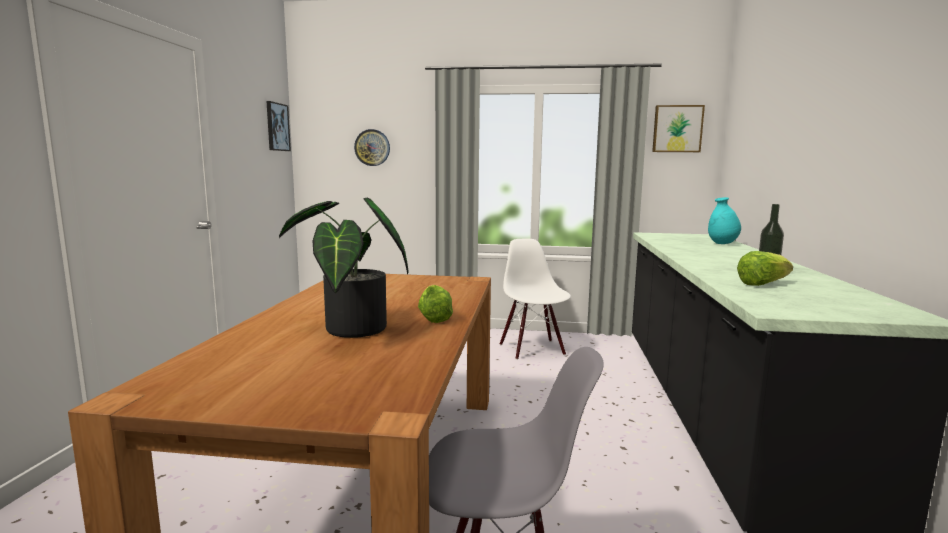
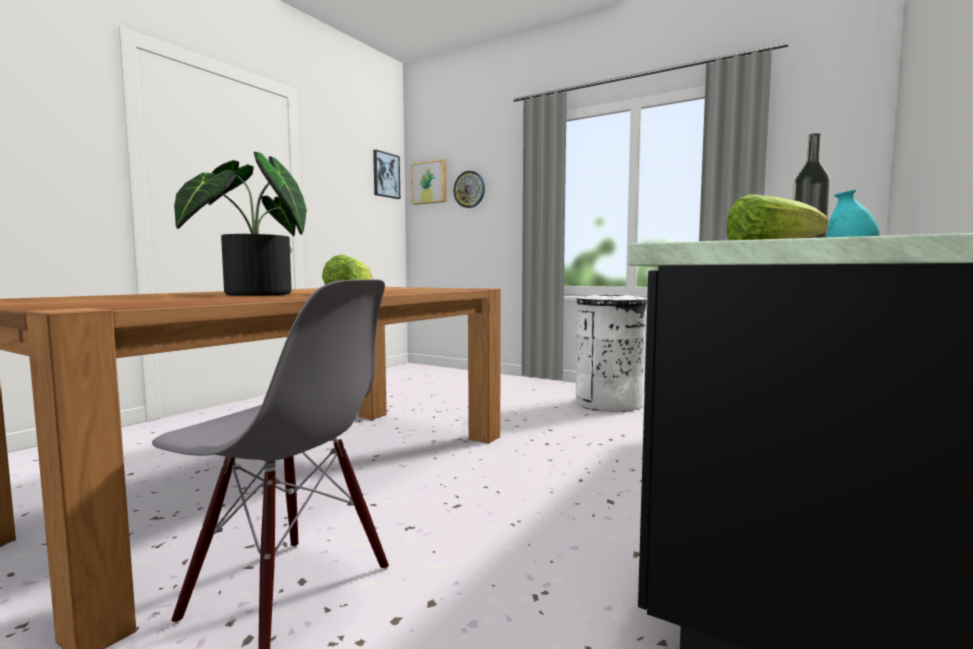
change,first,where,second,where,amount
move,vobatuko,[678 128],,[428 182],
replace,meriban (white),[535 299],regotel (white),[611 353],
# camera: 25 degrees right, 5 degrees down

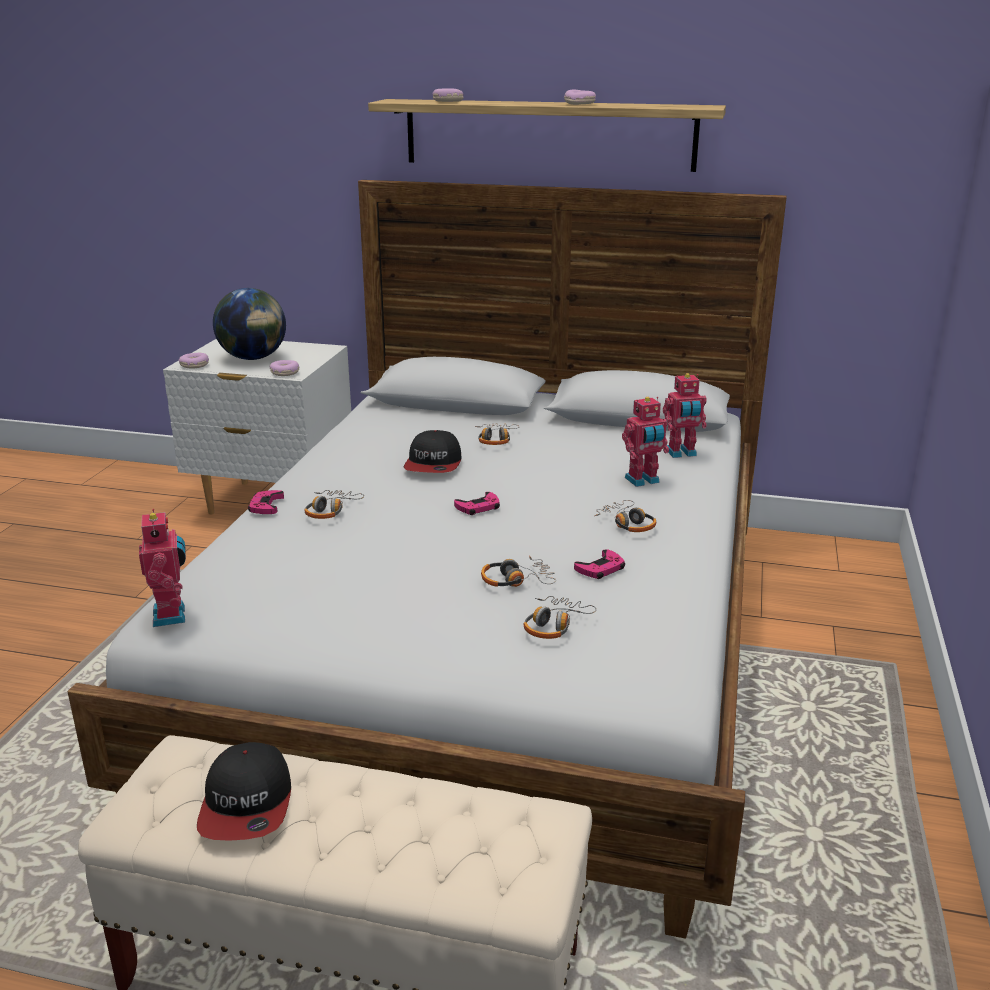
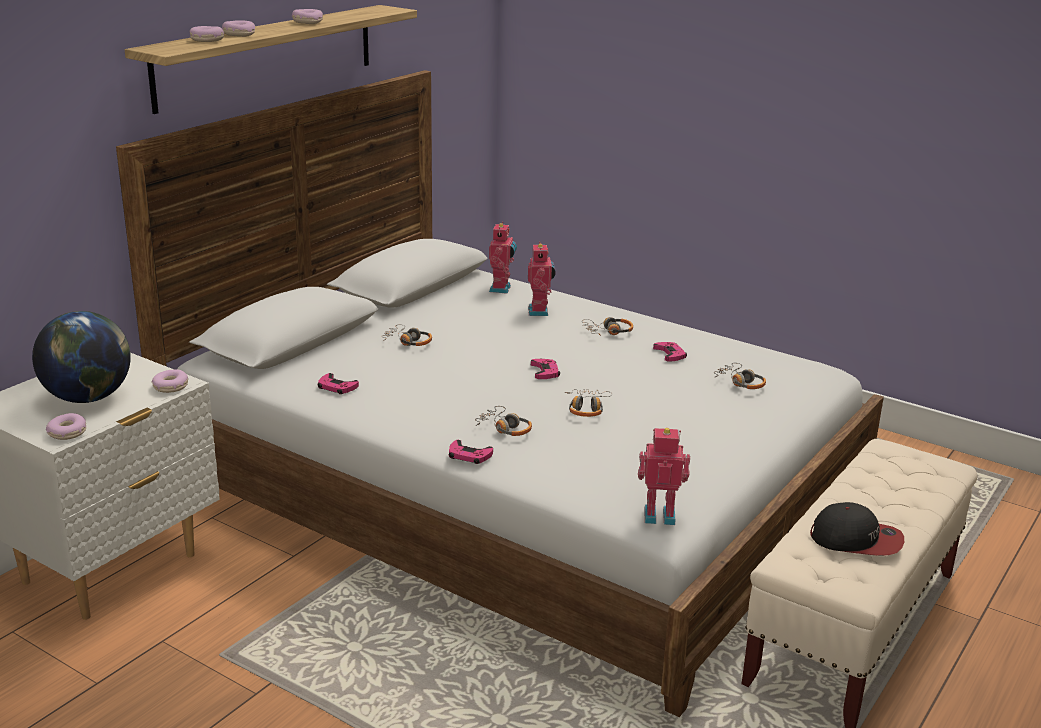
change,first,where,second,where,amount
insert,,,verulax,[238 28],
insert,,,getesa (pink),[338 383],
move,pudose,[518 571],,[588 403],
delete,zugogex,[432 451],,,
# camera: 70 degrees left, 0 degrees up

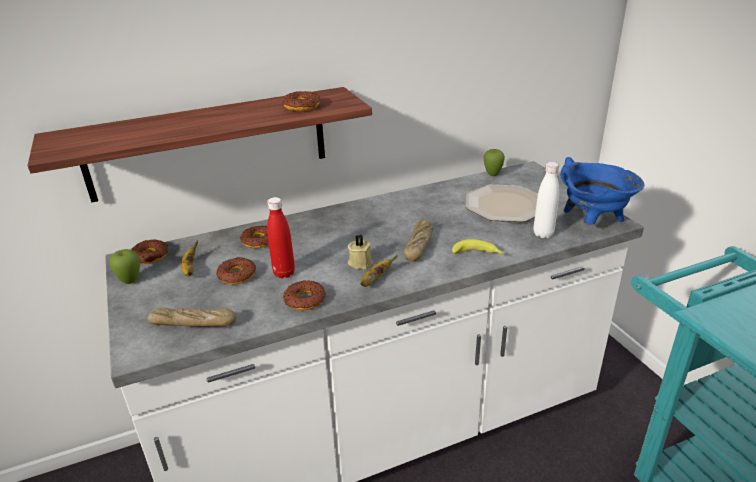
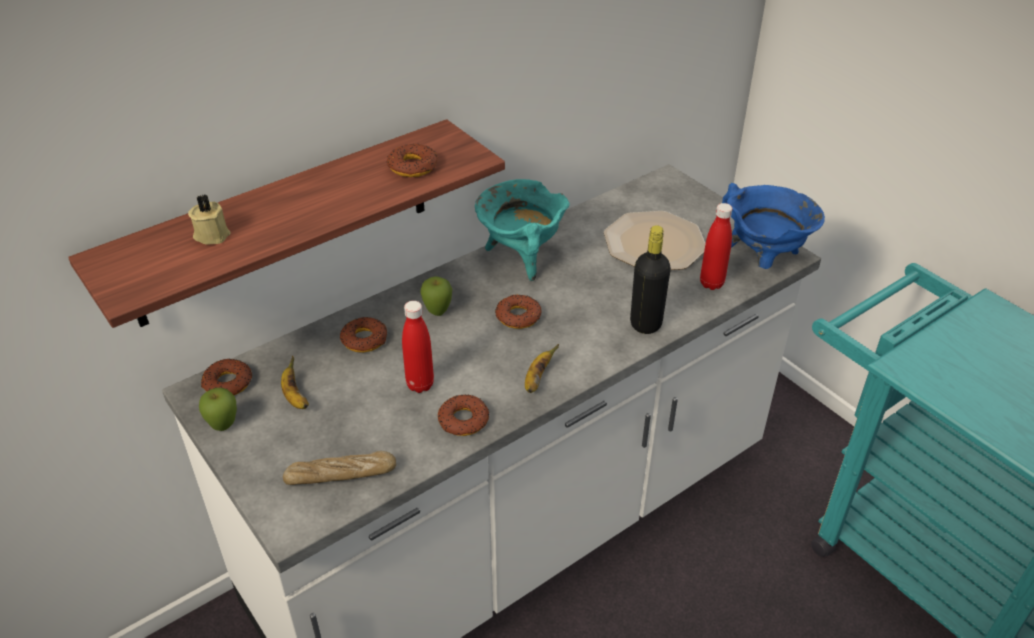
change,first,where,second,where,amount
move,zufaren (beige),[360 252],,[209 219],
move,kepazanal,[494 162],,[436 296],
insert,,,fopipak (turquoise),[522 230],
move,verulax,[236 270],,[518 312],
replace,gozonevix,[478 247],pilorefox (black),[650 279],
recolor,pilorefox (white),[546 200],pilorefox (red),[716 246],
delete,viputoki,[418 240],,,
# camera: 15 degrees left, 10 degrees up

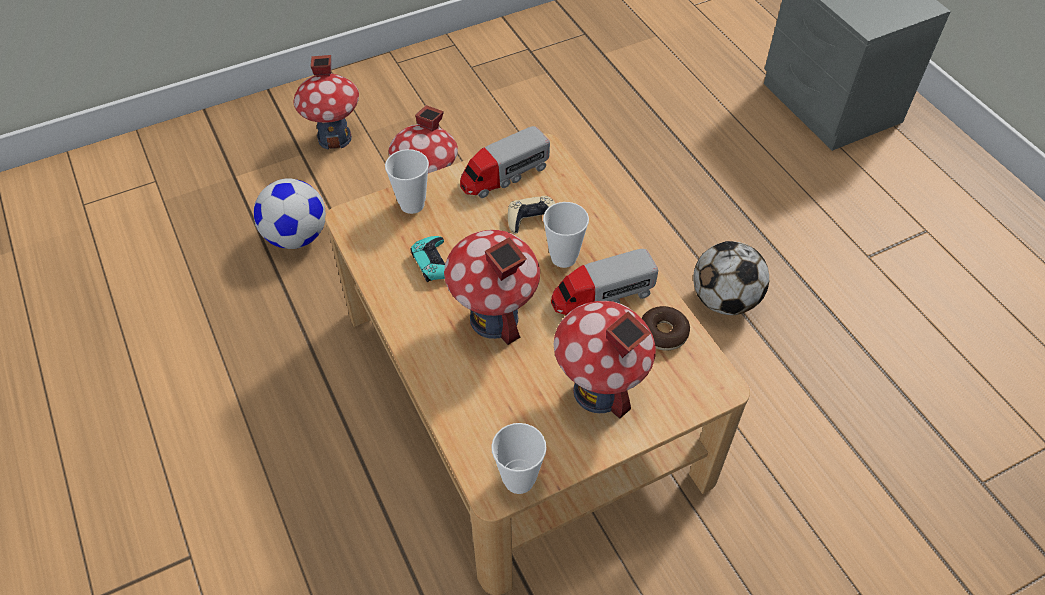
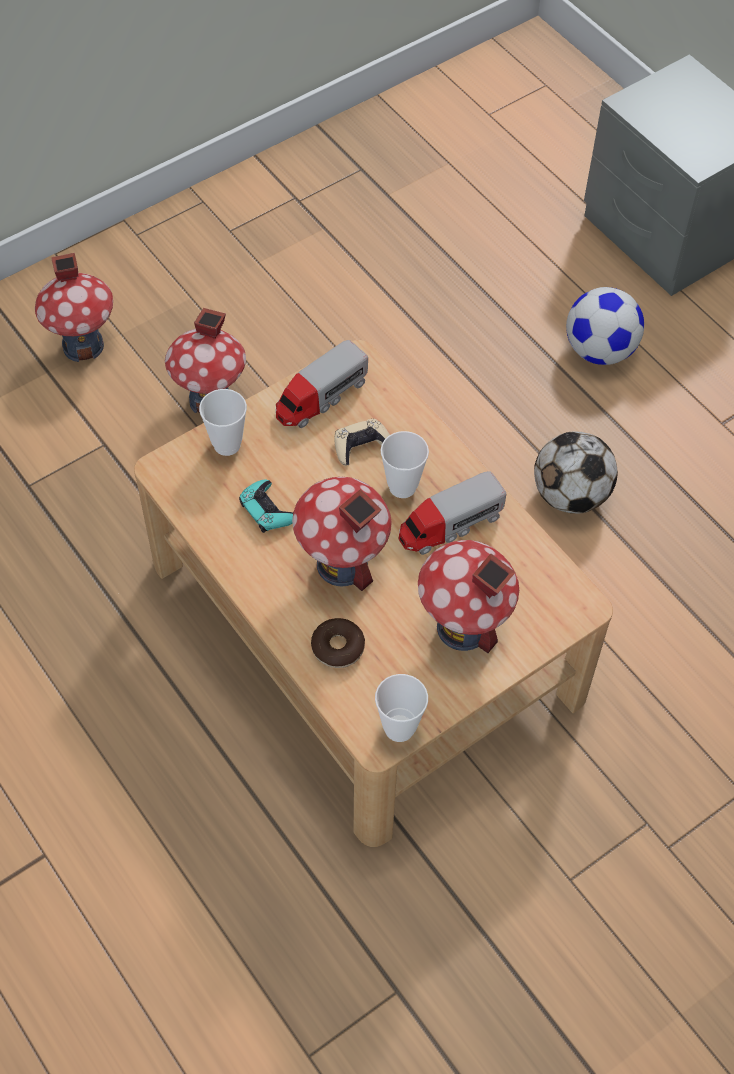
change,first,where,second,where,amount
move,verulax,[666 328],,[338 643],
move,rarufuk,[290 213],,[605 326],
# camera: 10 degrees left, 5 degrees up

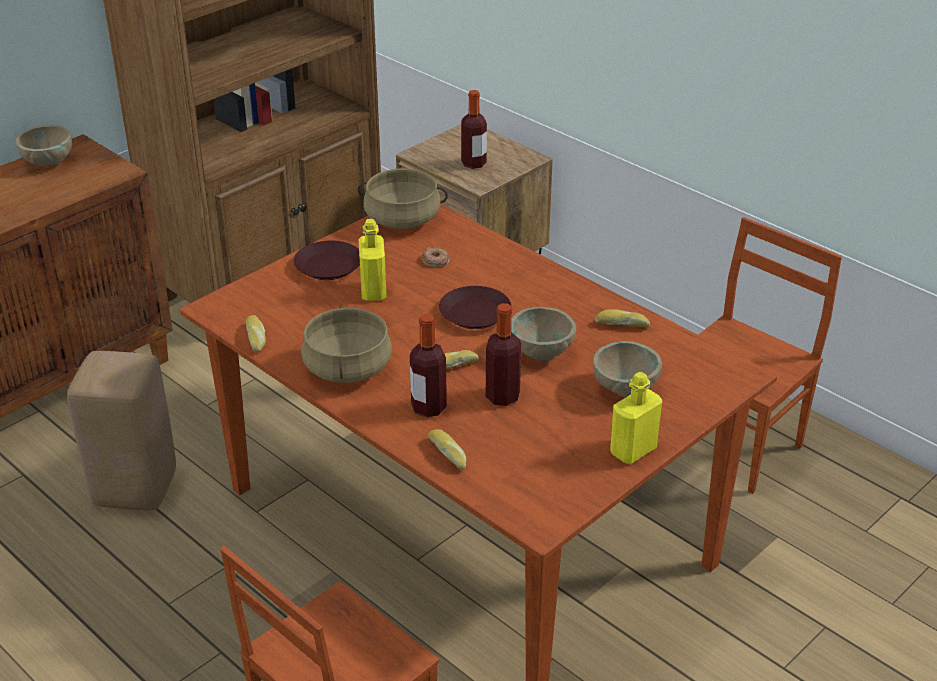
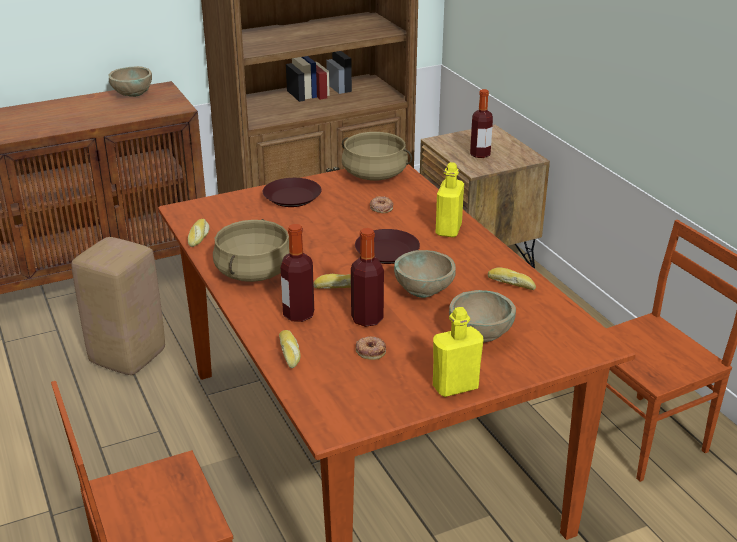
change,first,where,second,where,amount
insert,,,verulax,[371 348],
move,pilorefox (yellow),[373 260],,[450 199],
# camera: 20 degrees right, 5 degrees down

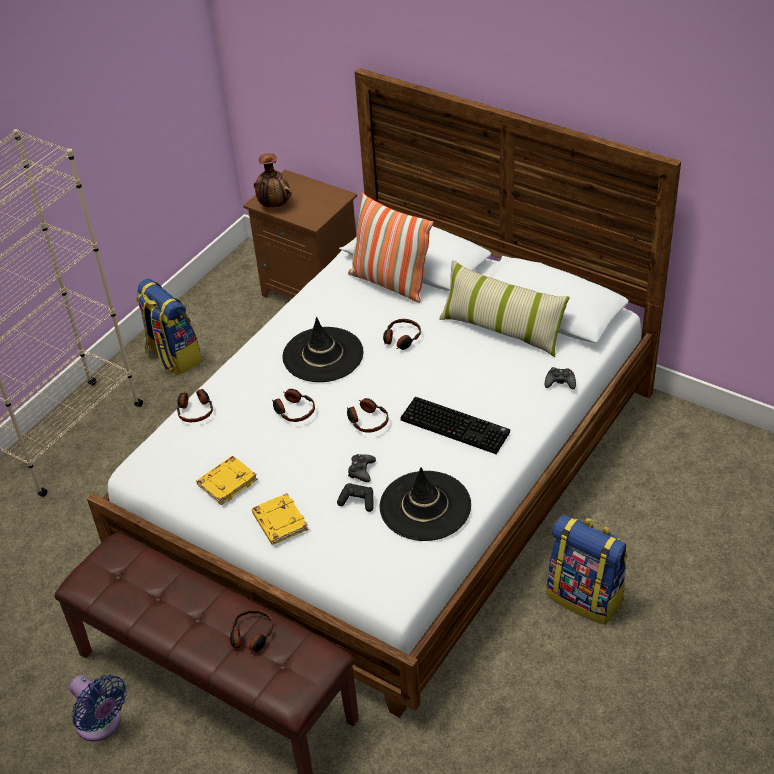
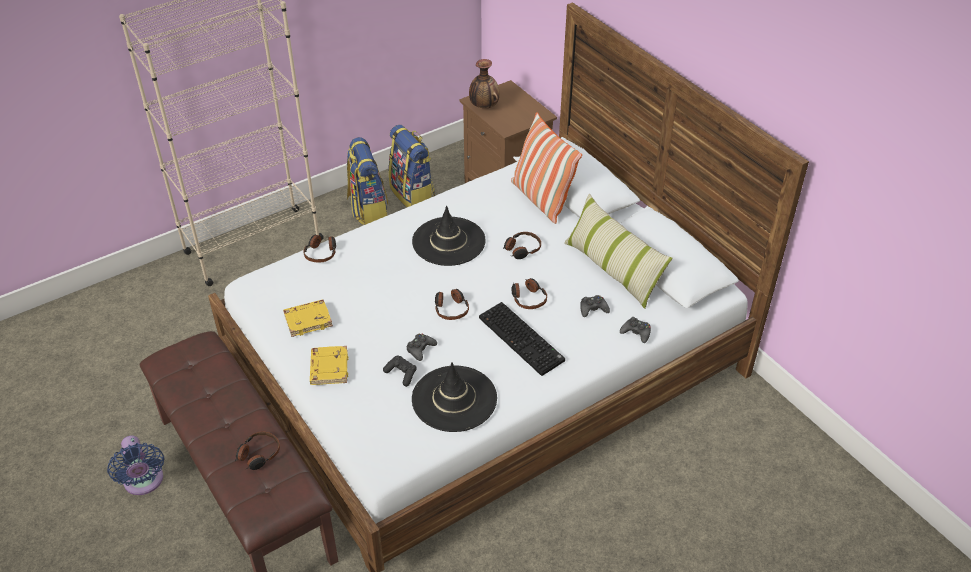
change,first,where,second,where,amount
move,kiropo,[587 570],,[411 166],
move,pudose,[293 405],,[529 293],
insert,,,getesa (black),[595 306],
# camera: 20 degrees right, 0 degrees up

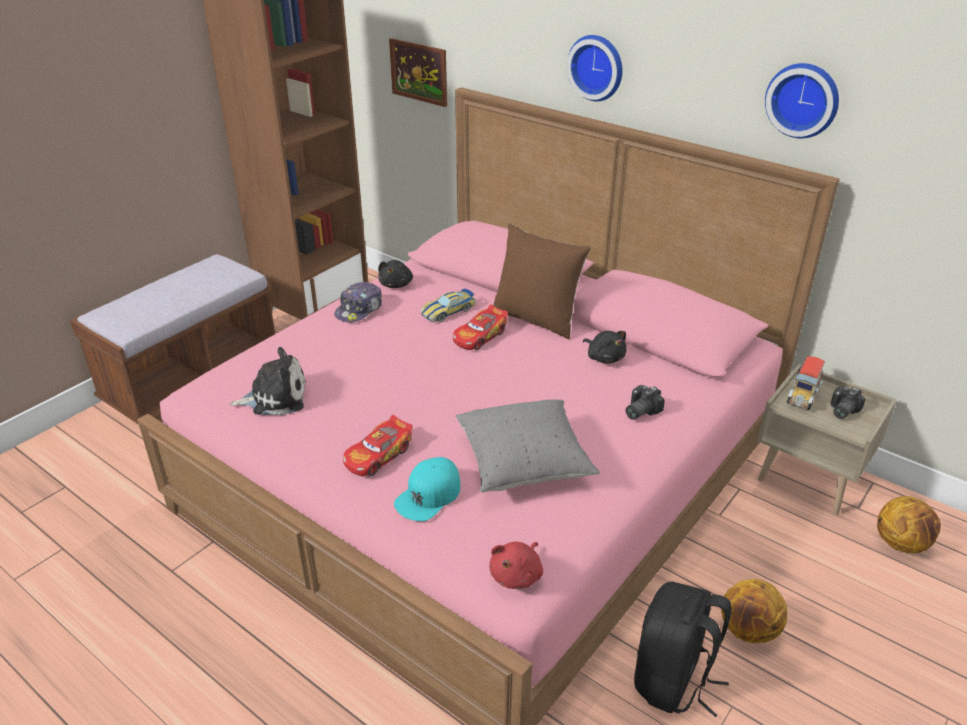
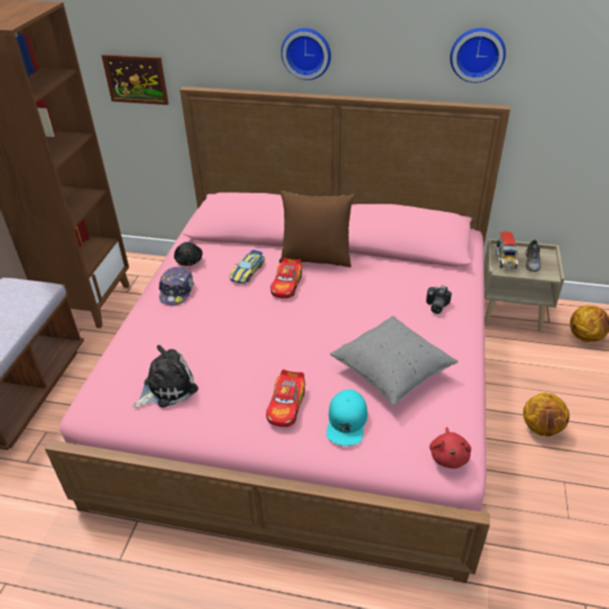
change,first,where,second,where,amount
replace,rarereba,[848 402],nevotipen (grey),[533 256],
delete,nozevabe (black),[605 347],,,
delete,kiropo (black),[683 649],,,
# camera: 25 degrees left, 5 degrees up

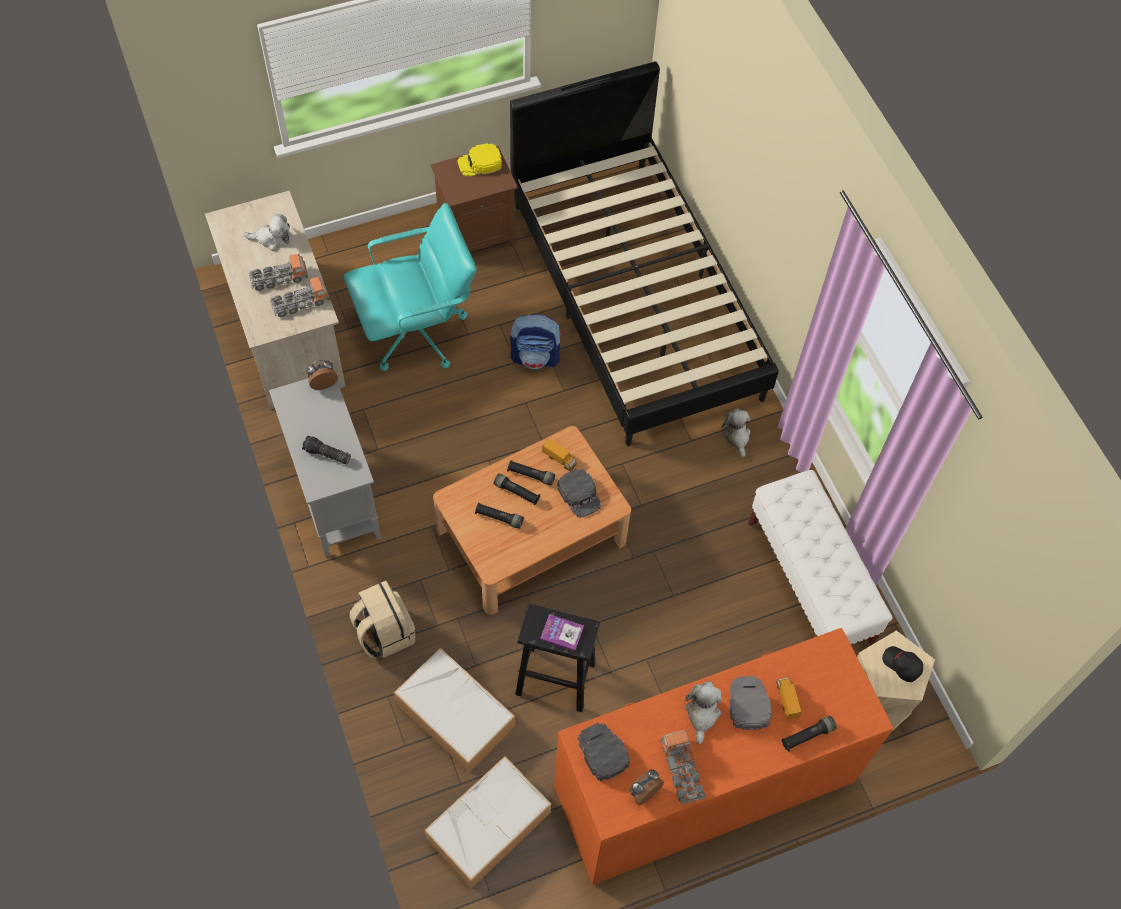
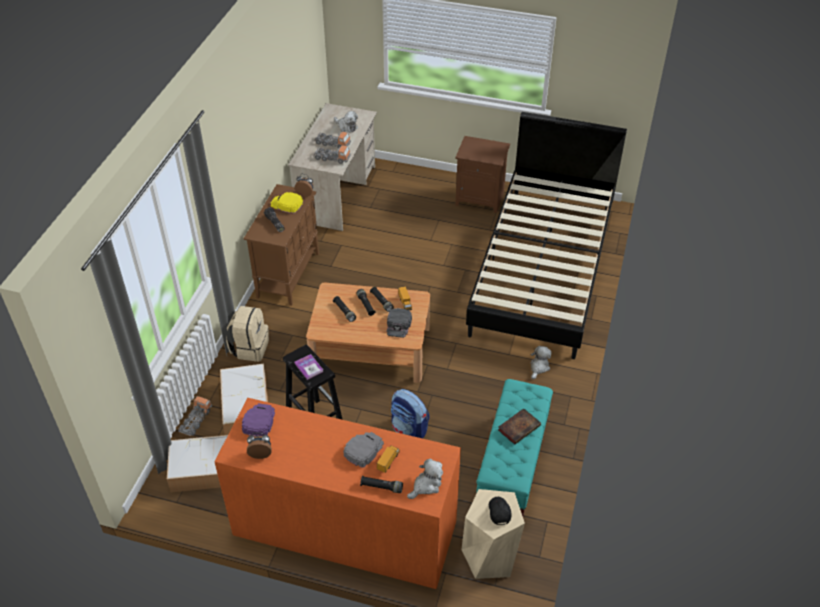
change,first,where,second,where,amount
move,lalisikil,[683 767],,[195 416],
recolor,zugogex (black),[604 752],zugogex (purple),[258 420],
recolor,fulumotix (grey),[325 467],fulumotix (brown),[281 245],
move,zugogex (yellow),[479 159],,[287 202],
move,kiropo,[536 341],,[410 414],
move,nozevabe,[703 713],,[425 478],
recolor,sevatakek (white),[820 557],sevatakek (turquoise),[514 448],
insert,,,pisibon,[519 426],
delete,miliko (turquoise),[410 287],,,
# camera: 40 degrees right, 15 degrees down

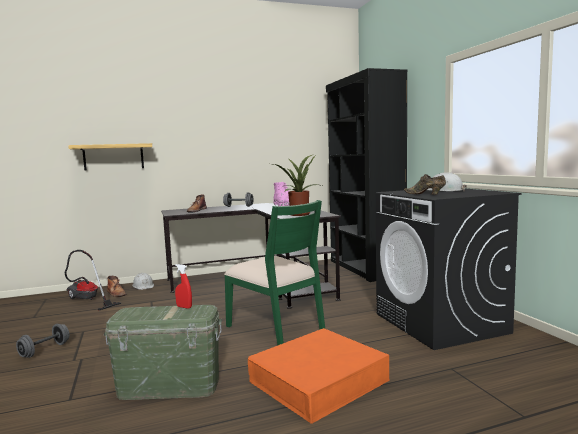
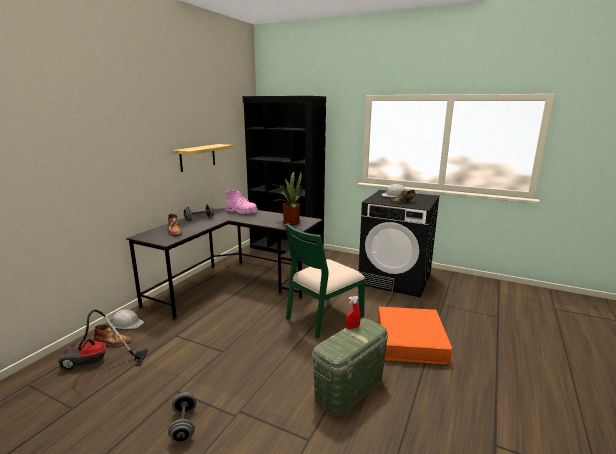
change,first,where,second,where,amount
move,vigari,[110 157],,[203 158],
rotate,meriban (green),[274 273],,[325 281],135 degrees clockwise
# camera: 45 degrees left, 10 degrees up

